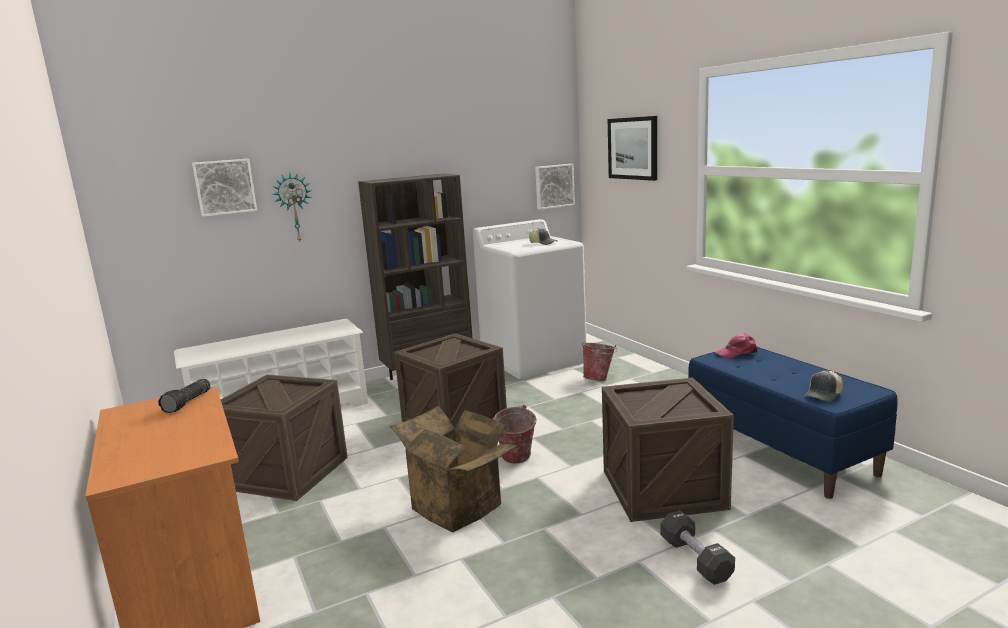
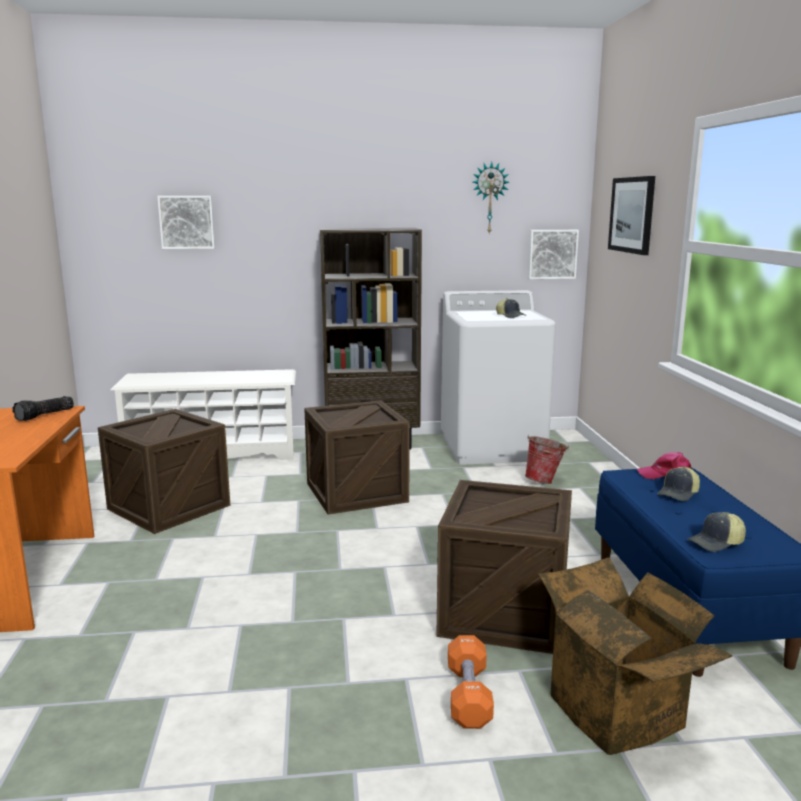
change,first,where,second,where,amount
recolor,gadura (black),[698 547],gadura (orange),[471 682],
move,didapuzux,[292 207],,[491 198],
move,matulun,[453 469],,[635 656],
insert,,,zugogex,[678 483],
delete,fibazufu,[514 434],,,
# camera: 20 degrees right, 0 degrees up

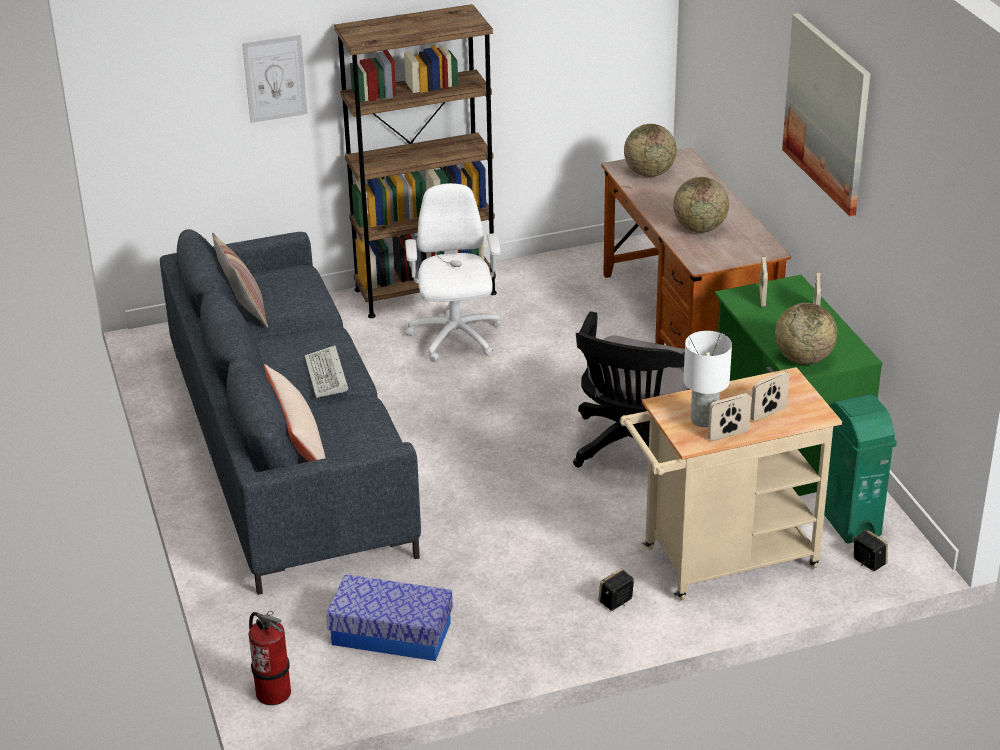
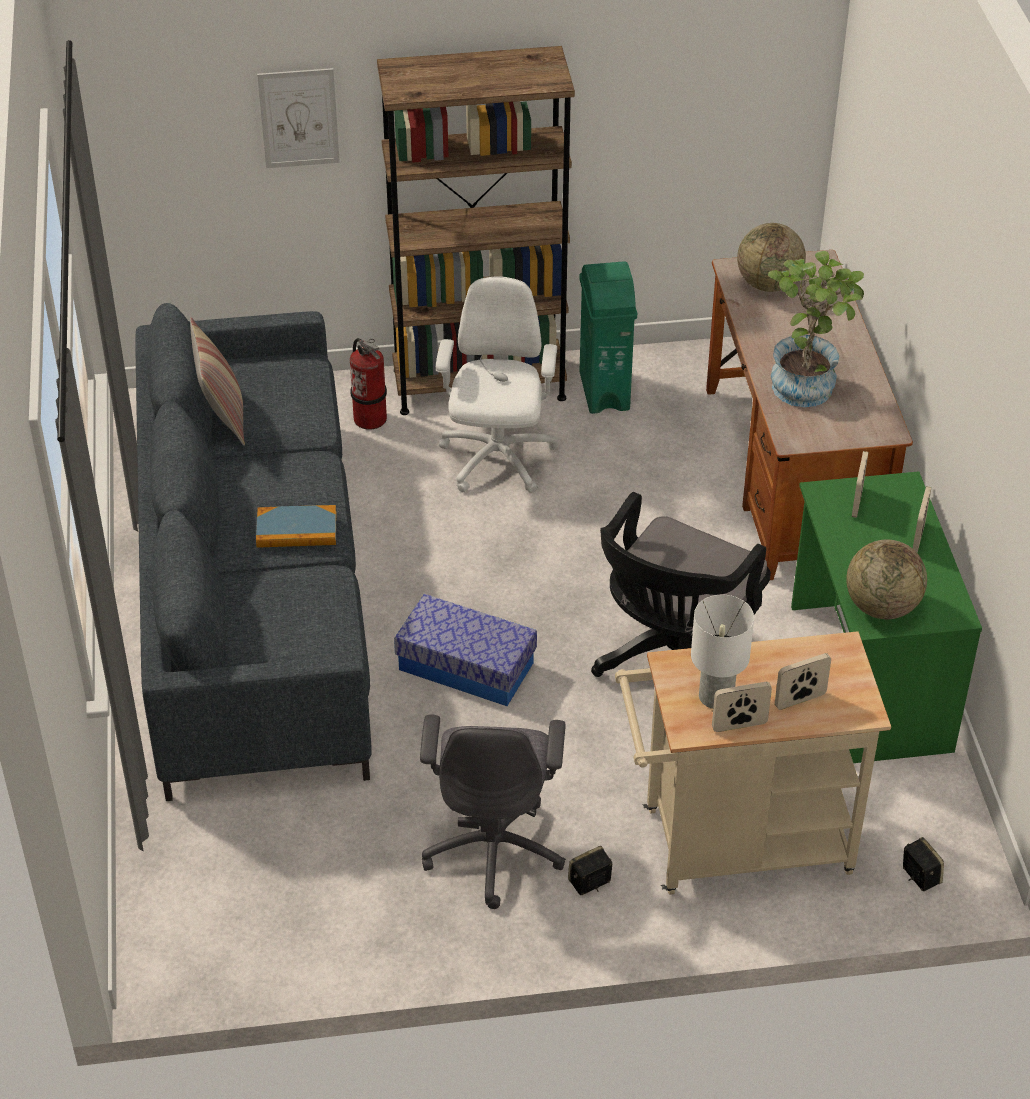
change,first,where,second,where,amount
replace,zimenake,[326 371],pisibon,[296 526],
move,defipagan,[270 658],,[368 384],
move,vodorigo,[389 617],,[465 650],
insert,,,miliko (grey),[493 812],
move,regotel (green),[860 469],,[608 338],
replace,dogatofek,[701 205],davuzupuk,[816 329],
delete,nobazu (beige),[294 413],,,
delete,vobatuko,[826 114],,,
# camera: 10 degrees right, 10 degrees up

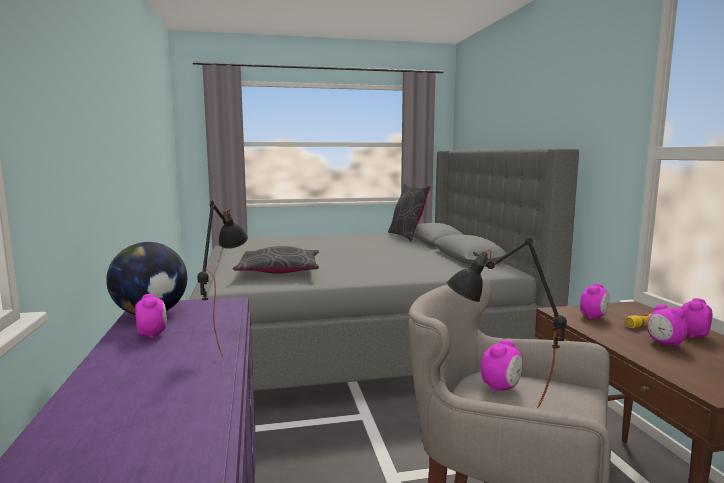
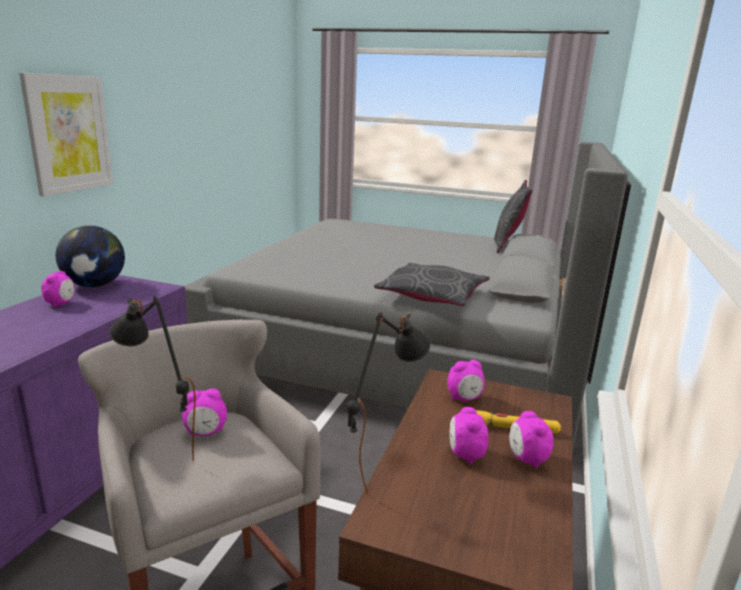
change,first,where,second,where,amount
insert,,,vobatuko,[66 134],
move,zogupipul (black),[222 279],,[388 403],
move,nobazu (grey),[276 260],,[432 284],
rotate,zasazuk,[696 318],,[531 440],90 degrees counterclockwise
# camera: 30 degrees right, 10 degrees up

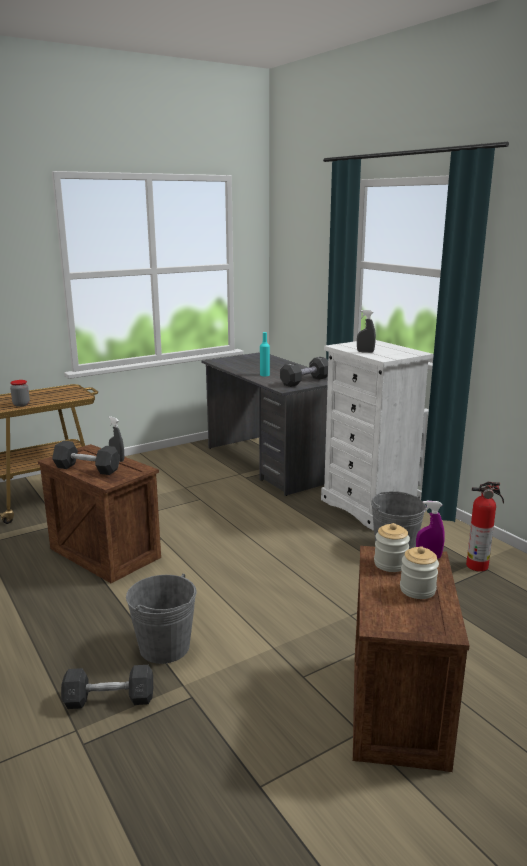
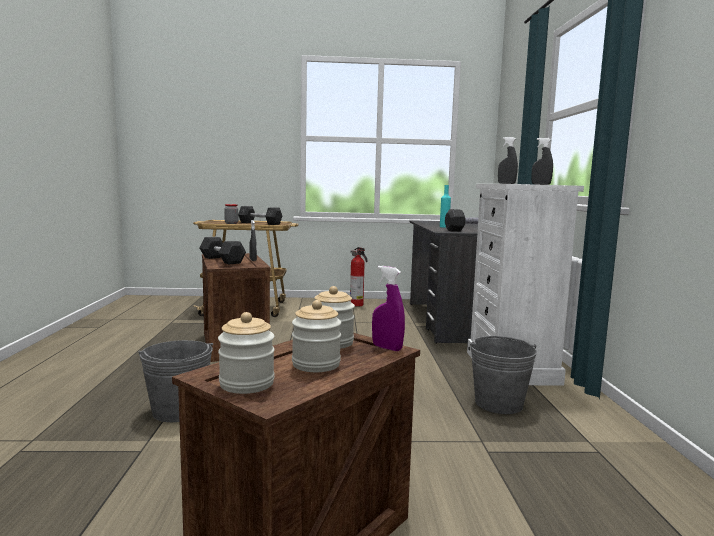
change,first,where,second,where,amount
insert,,,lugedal,[246 353],
move,gadura (grey),[107 687],,[260 215],
move,defipagan,[485 527],,[358 277],
insert,,,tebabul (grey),[542 161],
# camera: 30 degrees right, 10 degrees down

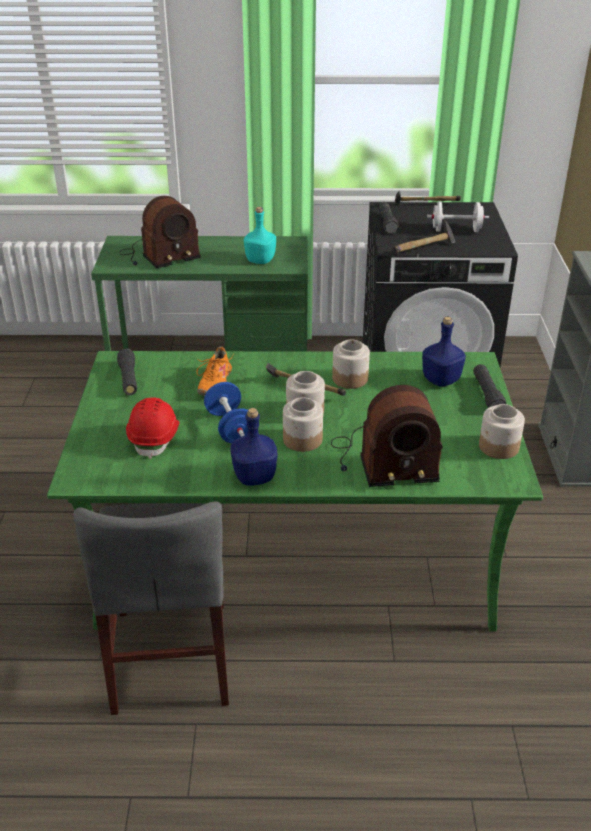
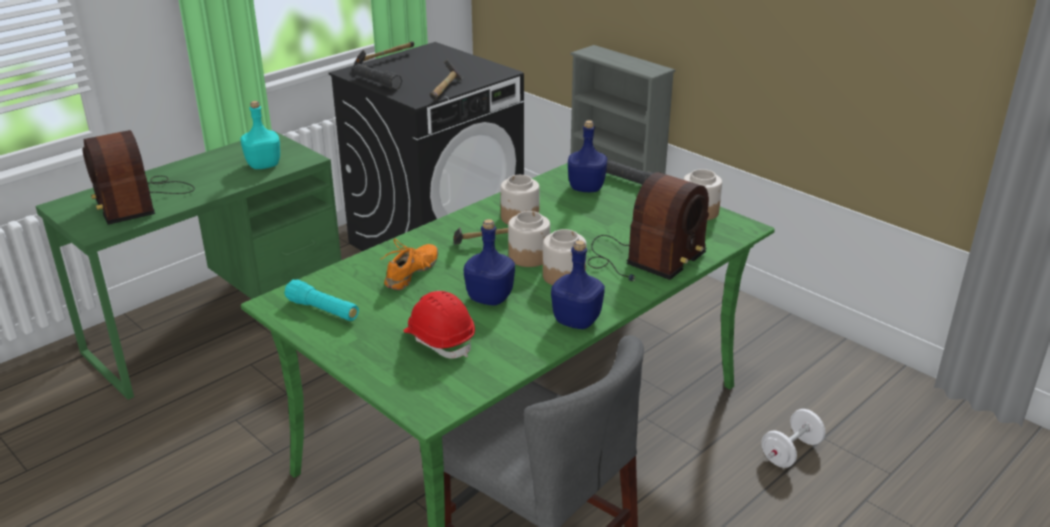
change,first,where,second,where,amount
rotate,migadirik,[160 232],,[138 177],135 degrees clockwise
recolor,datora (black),[127 371],datora (turquoise),[321 300],
rotate,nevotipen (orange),[214 371],,[409 264],120 degrees counterclockwise
replace,gadura (blue),[226 412],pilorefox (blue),[489 262],
move,gadura (white),[458 217],,[793 438],
# camera: 45 degrees left, 5 degrees down

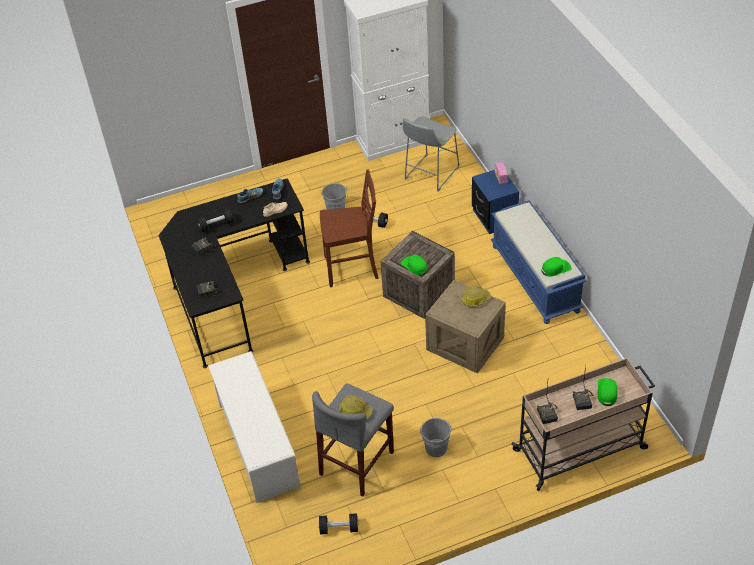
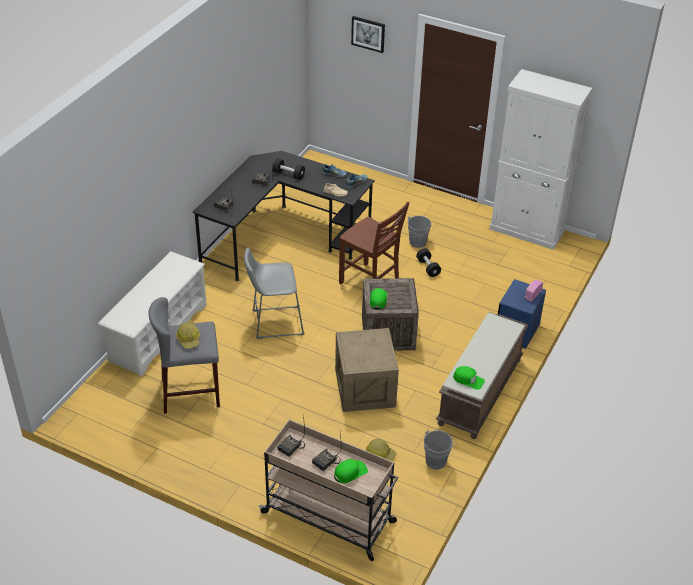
change,first,where,second,where,amount
move,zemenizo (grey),[431 154],,[274 293],
insert,,,vobatuko,[368 34],
move,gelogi,[476 296],,[381 450],
move,fibazufu (grey),[436 437],,[440 450],
recolor,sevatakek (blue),[539 262],sevatakek (brown),[482 375],
delete,gadura (black),[338 524],,,
# camera: 45 degrees right, 5 degrees down

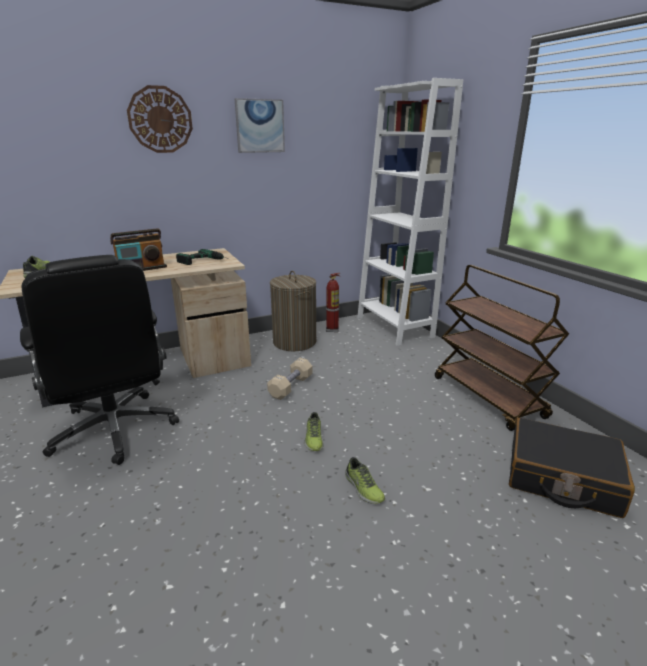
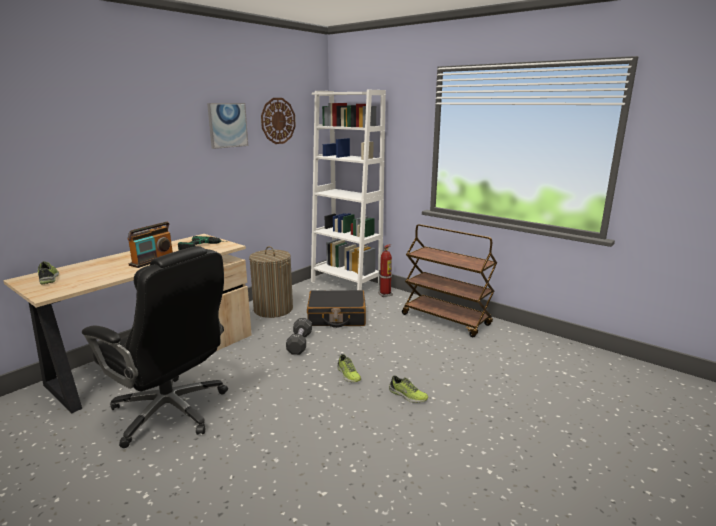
change,first,where,second,where,amount
move,didapuzux,[160 119],,[278 121],
recolor,gadura (beige),[290 379],gadura (black),[299 336],
move,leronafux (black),[572 468],,[336 309],
move,defipagan,[333 302],,[385 270],
# camera: 25 degrees left, 5 degrees down

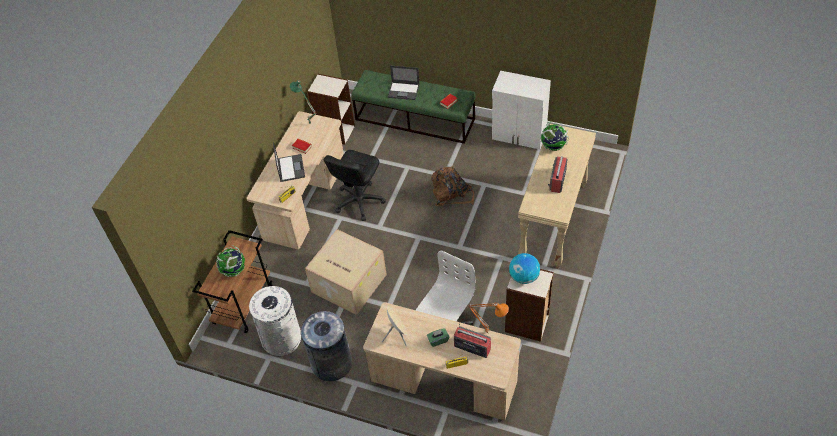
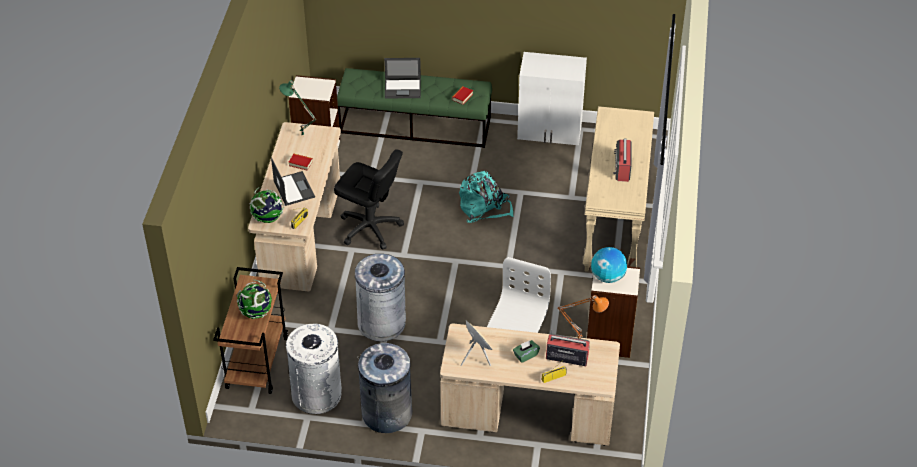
change,first,where,second,where,amount
move,dogatofek,[555 136],,[267 205],
rotate,miliko (black),[355 185],,[369 199],75 degrees counterclockwise
replace,matulun,[346 272],regotel (grey),[380 298],
recolor,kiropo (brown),[452 186],kiropo (turquoise),[486 197],
# camera: 15 degrees left, 5 degrees down

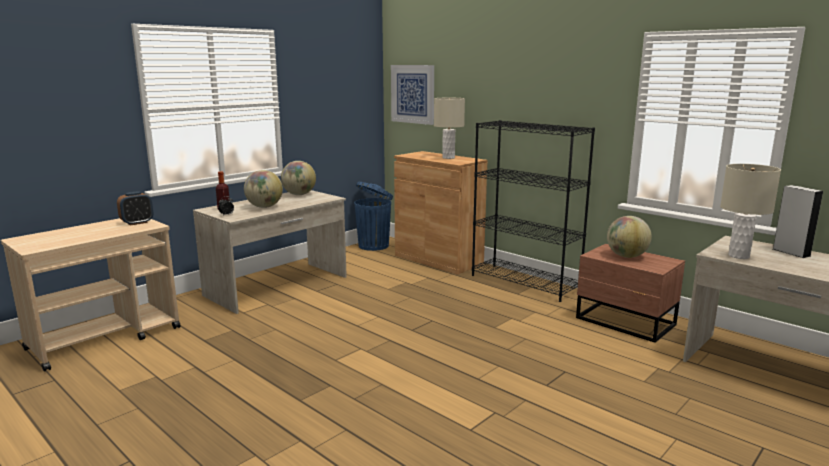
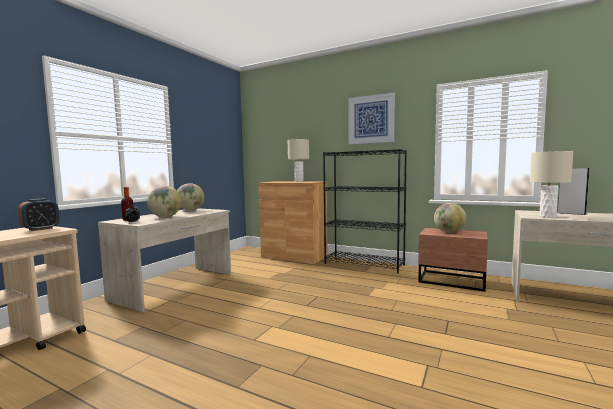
change,first,where,second,where,amount
move,vobatuko,[412 95],,[371 118],
delete,regotel (blue),[373 216],,,
# camera: 15 degrees left, 10 degrees down

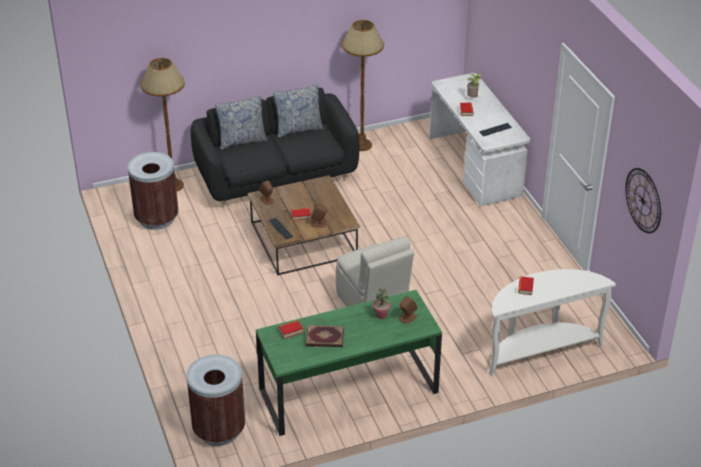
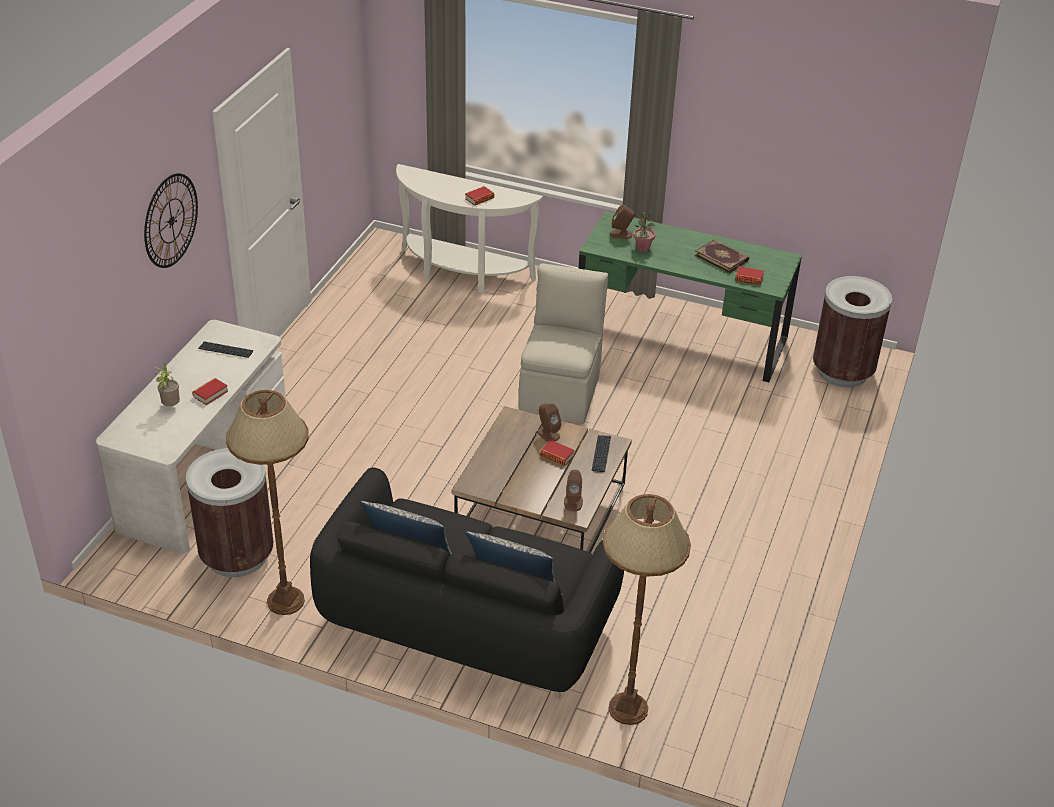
change,first,where,second,where,amount
move,didapuzux,[643 200],,[171 220],
move,regotel (brown),[153 191],,[230 512],
# camera: 140 degrees left, 0 degrees up

